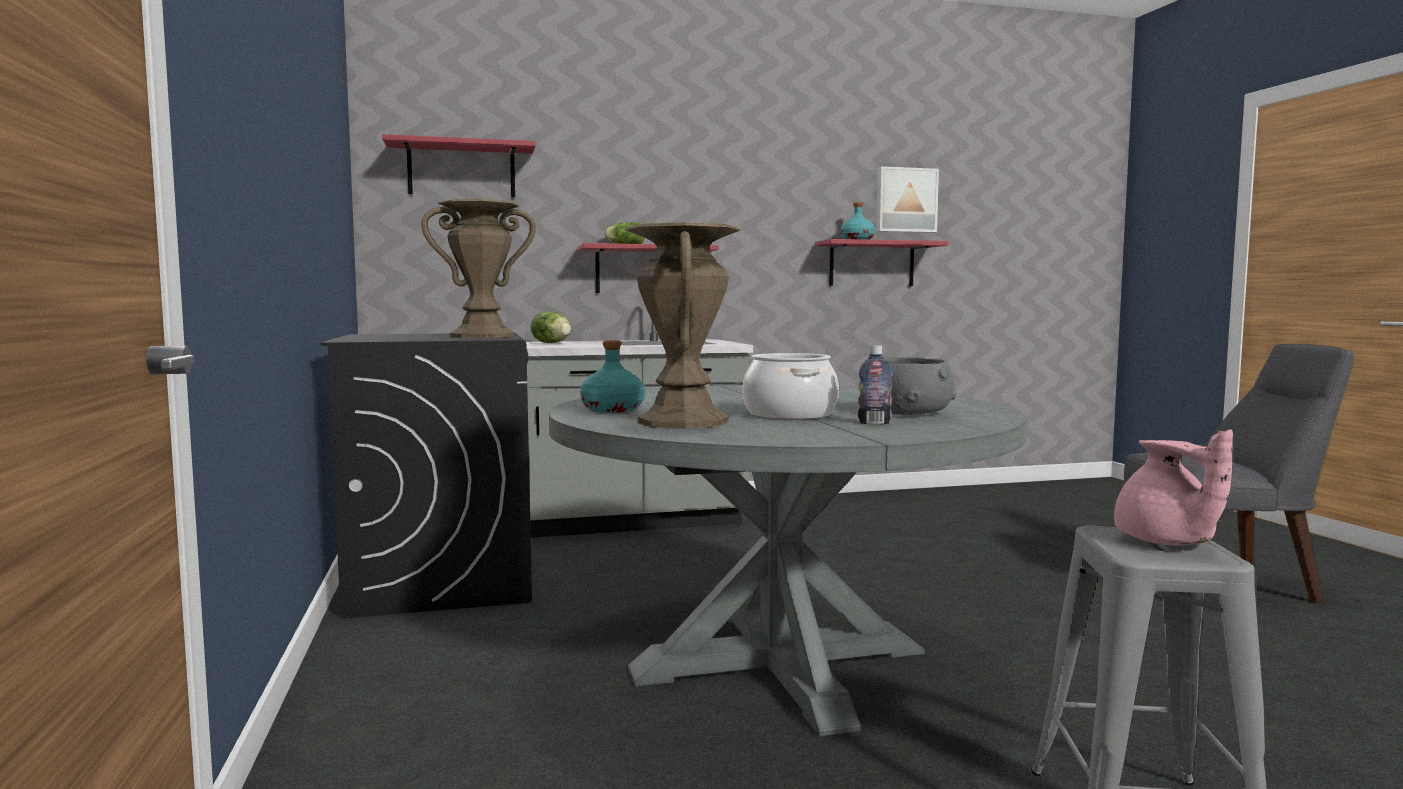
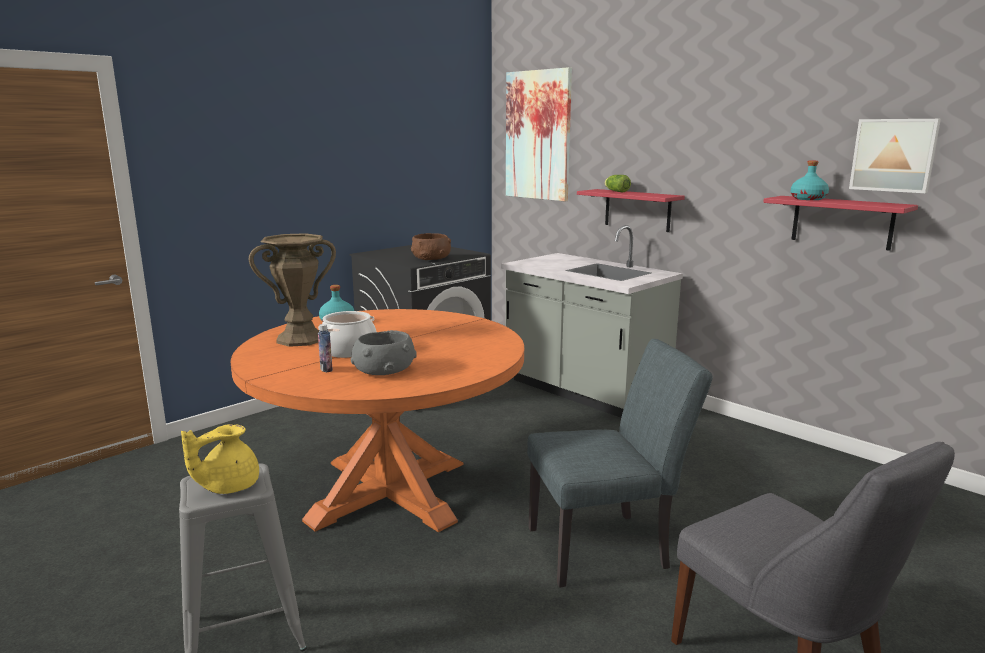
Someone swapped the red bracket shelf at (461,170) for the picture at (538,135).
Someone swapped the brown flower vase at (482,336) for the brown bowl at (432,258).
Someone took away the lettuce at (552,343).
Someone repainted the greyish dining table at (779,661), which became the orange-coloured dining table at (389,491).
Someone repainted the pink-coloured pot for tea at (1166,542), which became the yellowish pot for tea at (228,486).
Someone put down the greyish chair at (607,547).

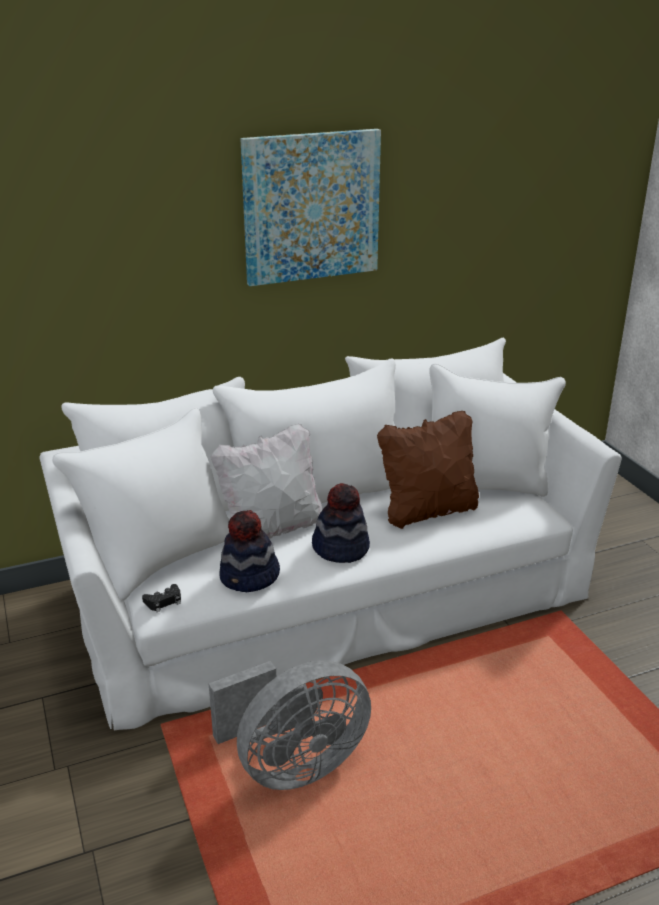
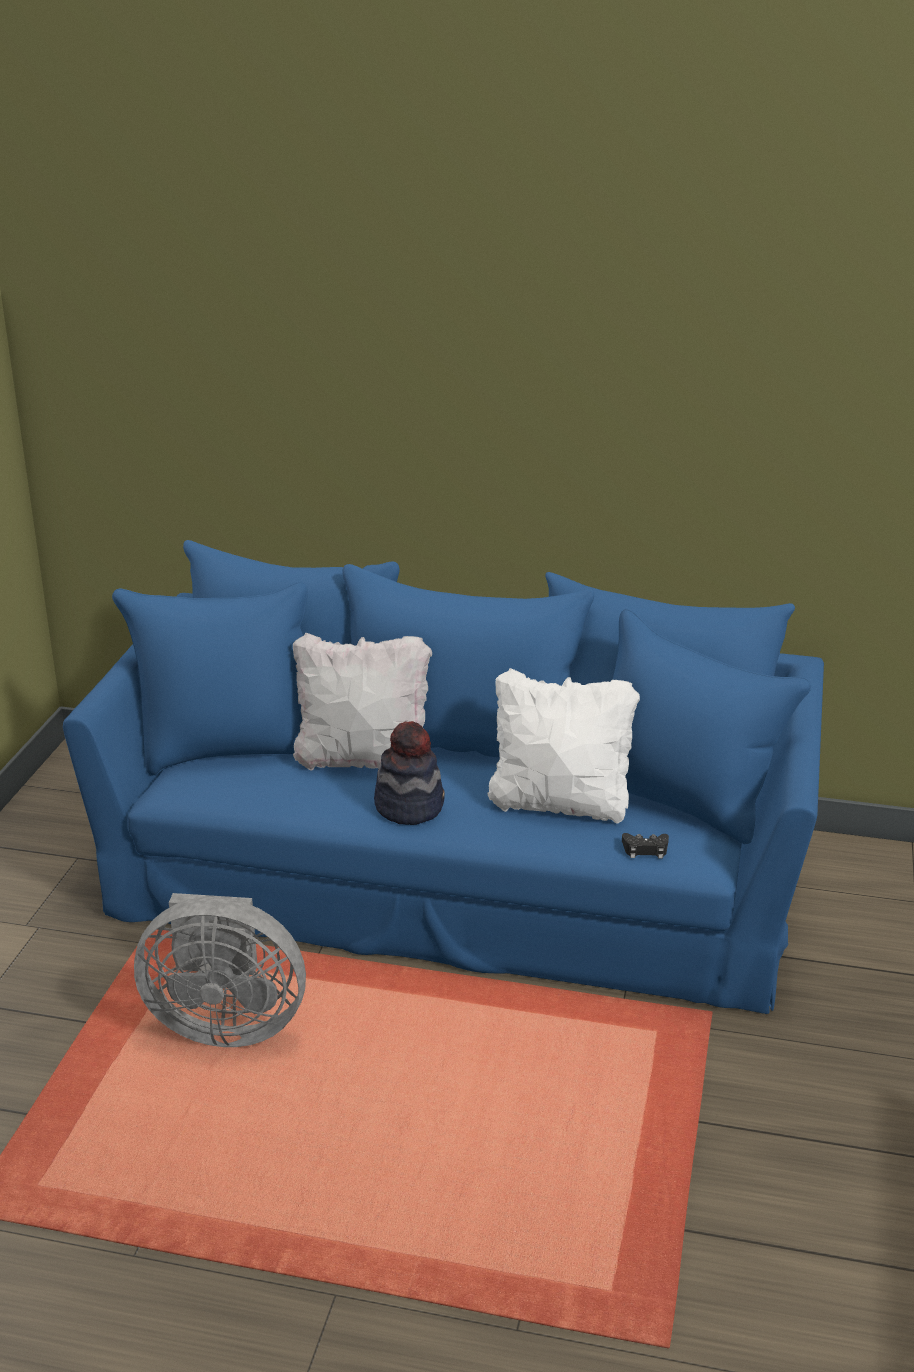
Someone repainted the whitish sofa at (330,592), which became the blue sofa at (457,876).
Someone carried the blackish joypad from (164,601) to (645,849).
Someone took away the wearable hat at (250,577).
Someone took away the picture at (311,207).
Someone repainted the brown throw pillow at (427,511), which became the whitish throw pillow at (560,804).

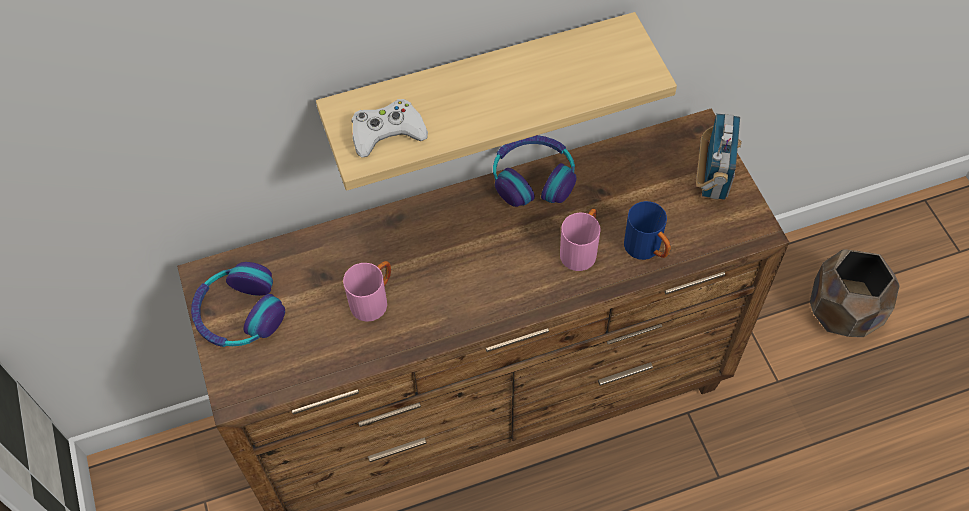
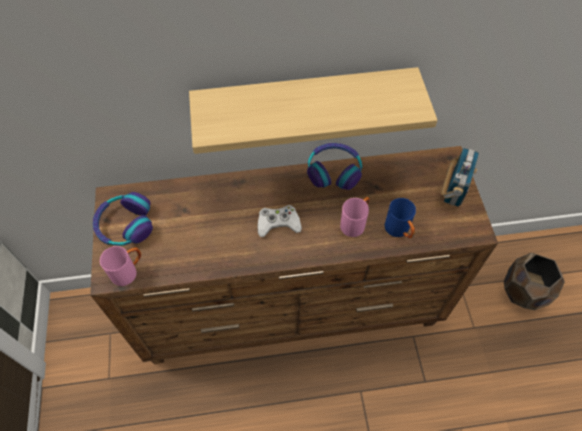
Someone carried the pink-coloured coffee mug from (374,300) to (128,271).
Someone carried the whitish joypad from (387,132) to (278,223).

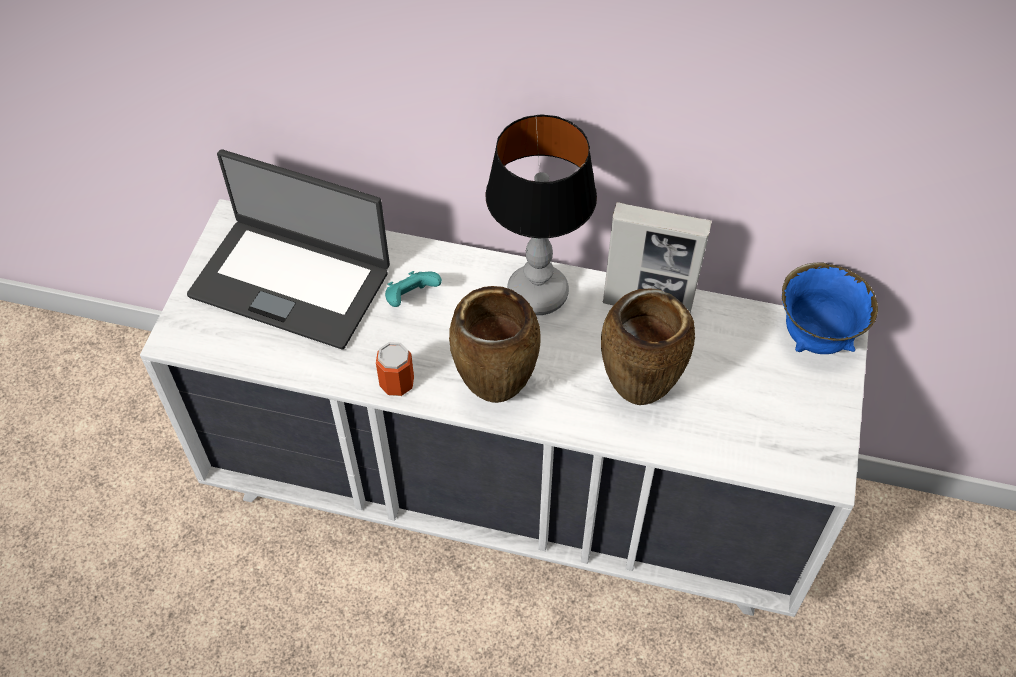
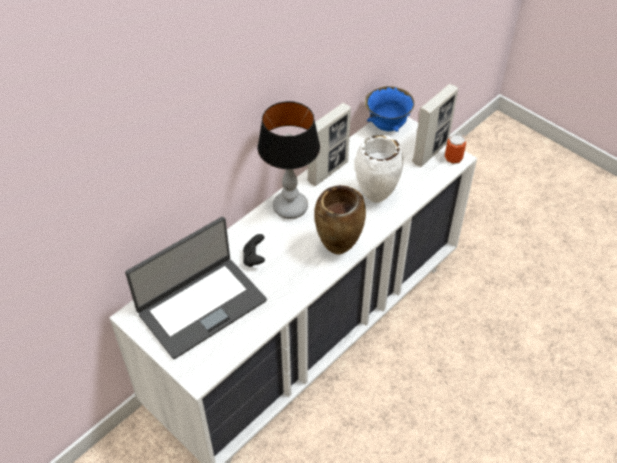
Someone carried the metal can from (397,383) to (453,158).
Someone repainted the turquoise joypad at (411,298), which became the blackish joypad at (254,258).
Someone repainted the brown flower vase at (638,393), which became the whitish flower vase at (375,198).
Someone put down the photo frame at (430,152).

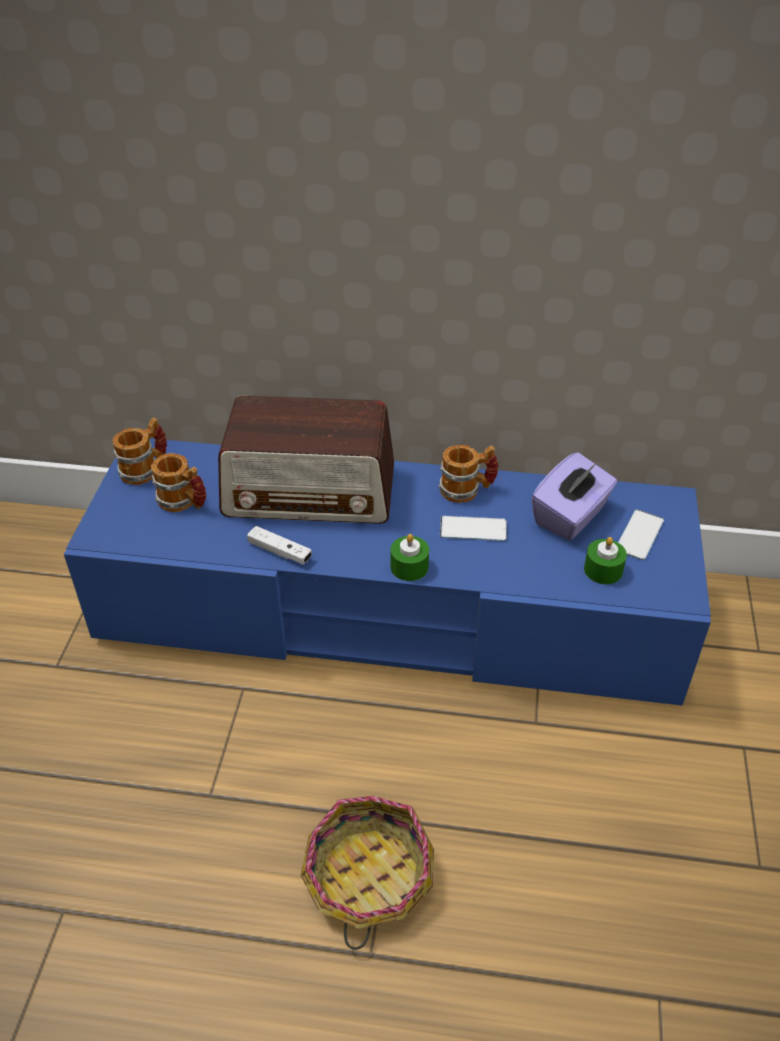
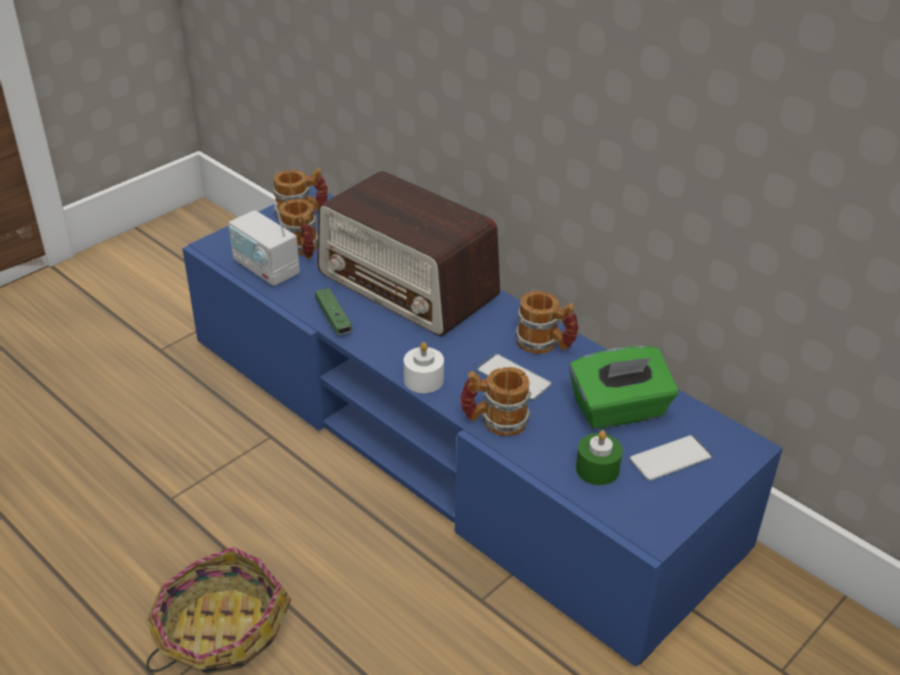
Someone repainted the whitish joypad at (280,552), which became the greenish joypad at (333,318).
Someone repainted the greenish wax light at (409,567), which became the whitish wax light at (423,380).
Someone repainted the purple tissue box at (571,516), which became the greenish tissue box at (619,410).
Someone put down the radio at (266,269).
Someone put down the coffee mug at (494,421).

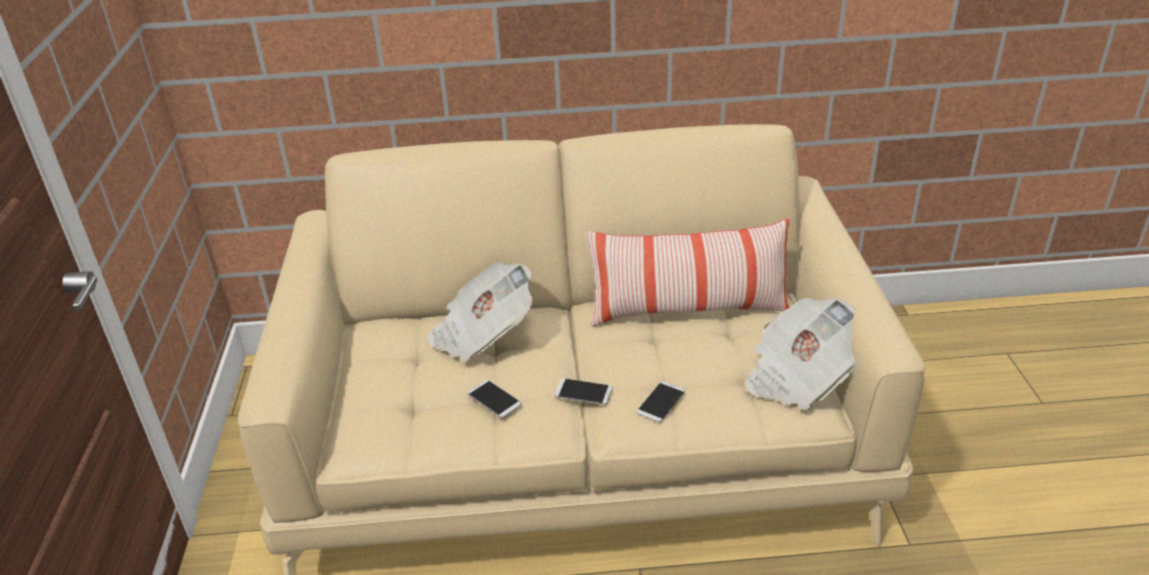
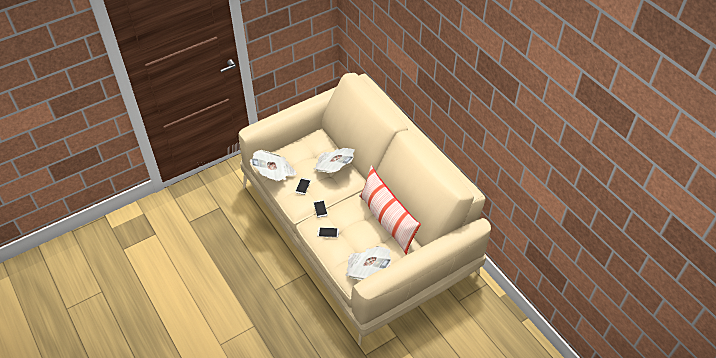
Someone put down the daily paper at (274,173).

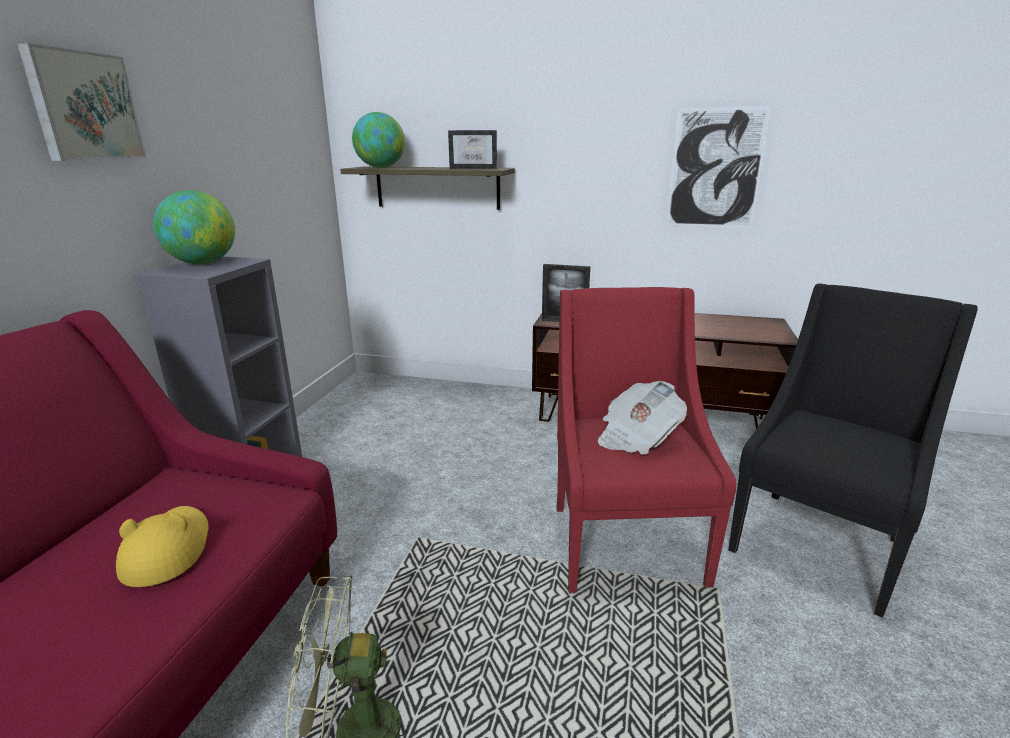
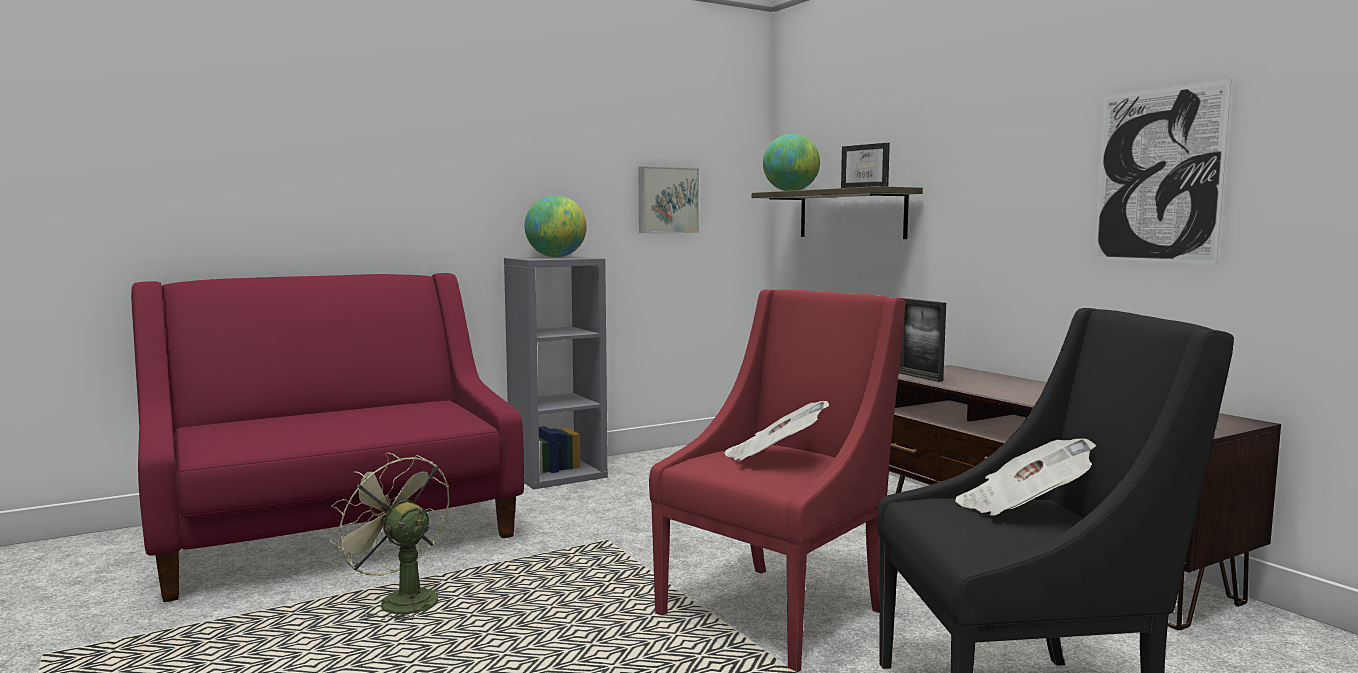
Someone carried the picture from (83,106) to (667,200).
Someone took away the yellowish wearable hat at (167,550).
Someone put down the daily paper at (1021,509).

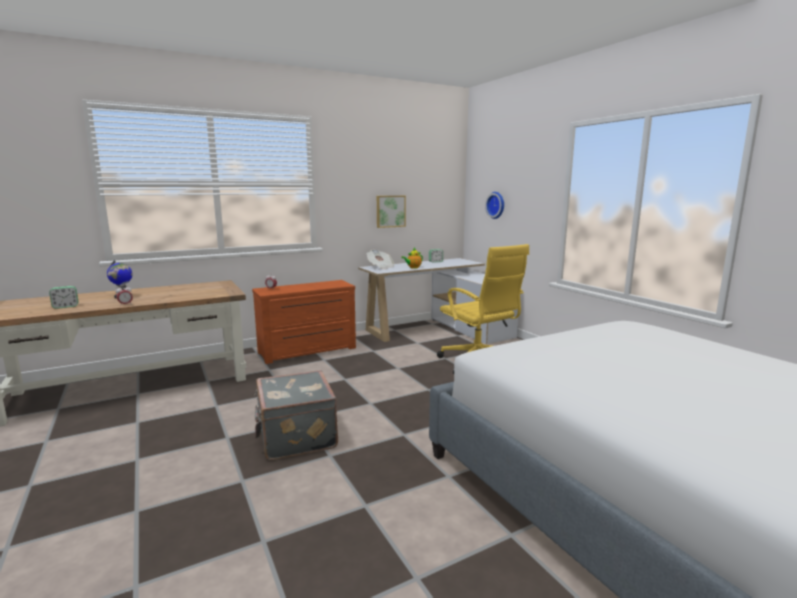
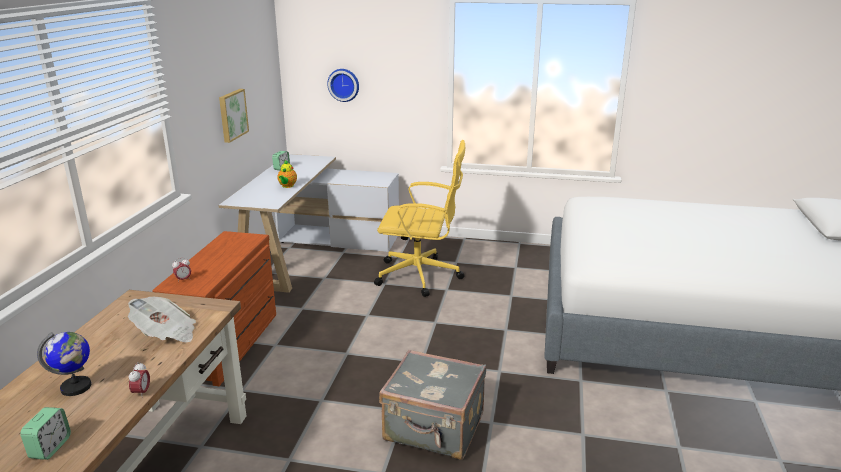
Someone carried the daily paper from (380,267) to (166,334).

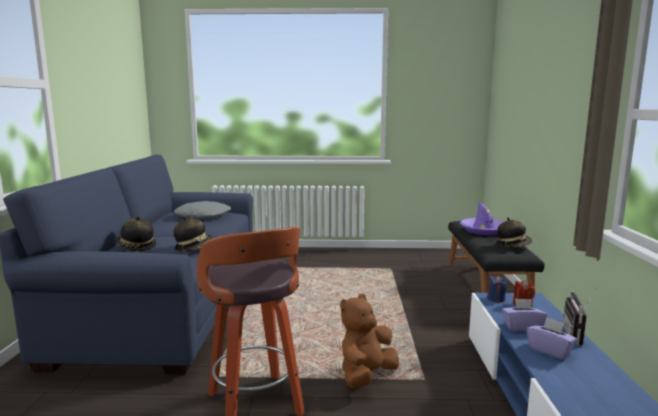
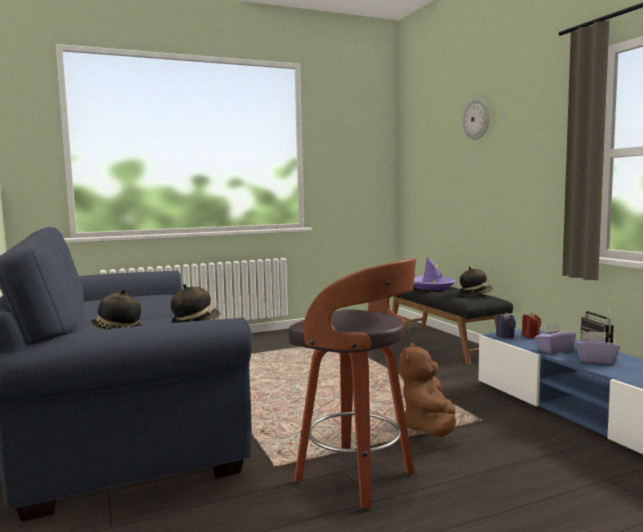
Someone took away the greyish throw pillow at (203,216).
Someone put up the clock on the wall at (477,119).

